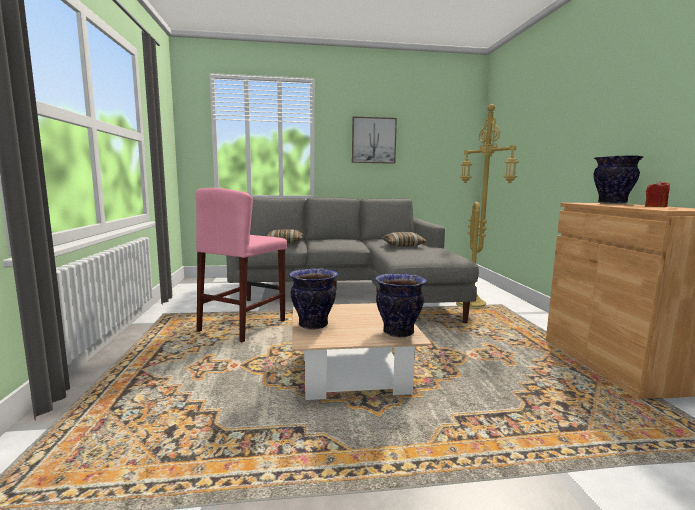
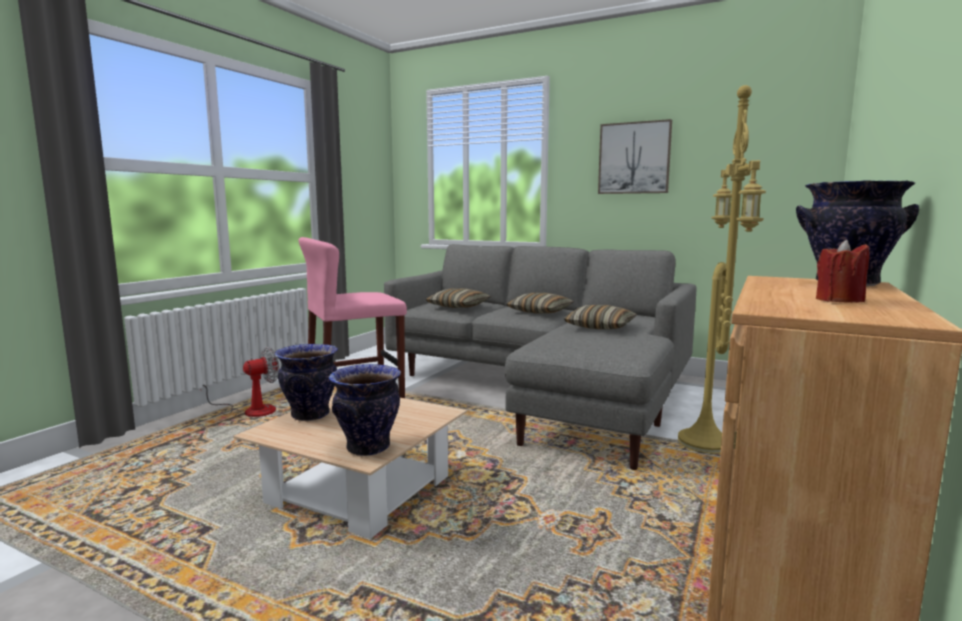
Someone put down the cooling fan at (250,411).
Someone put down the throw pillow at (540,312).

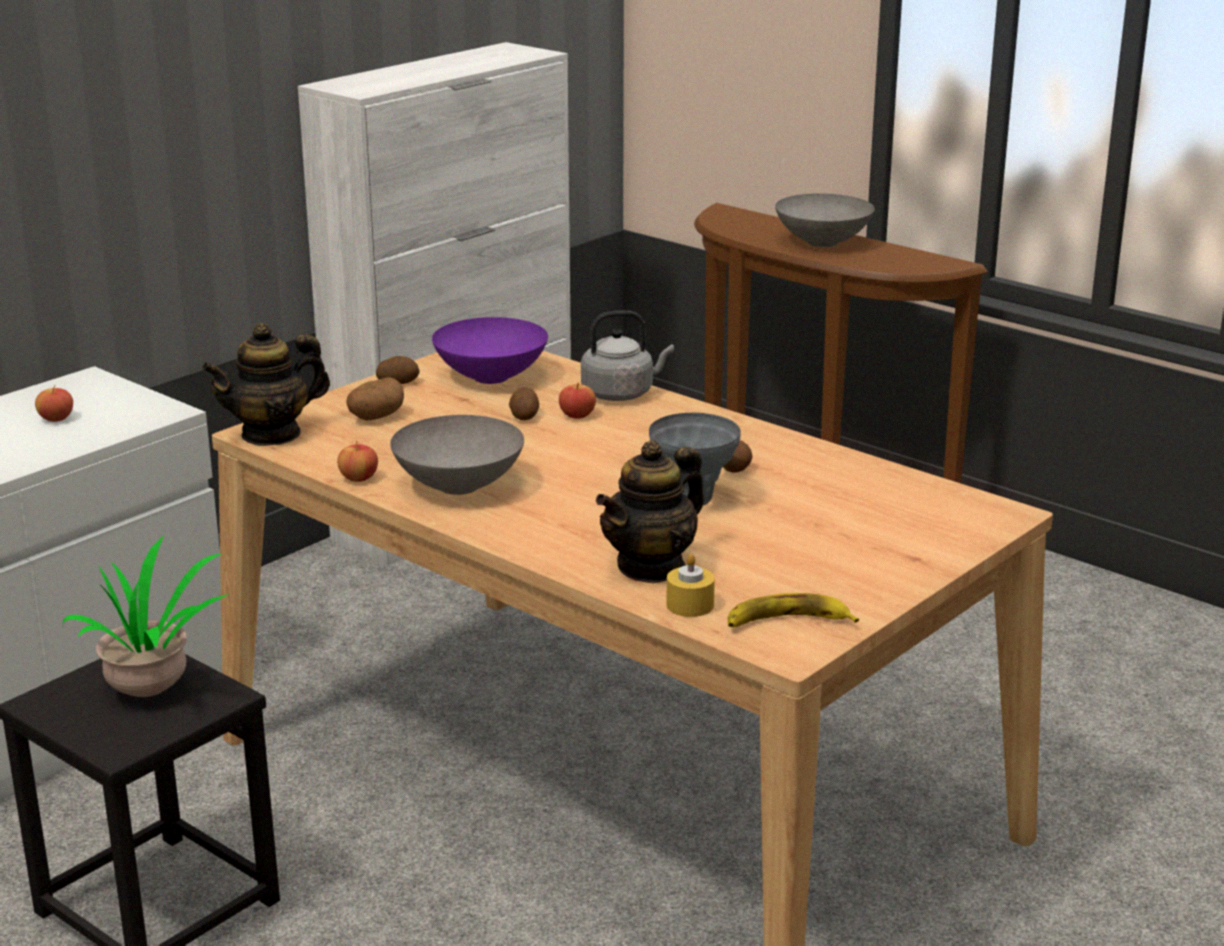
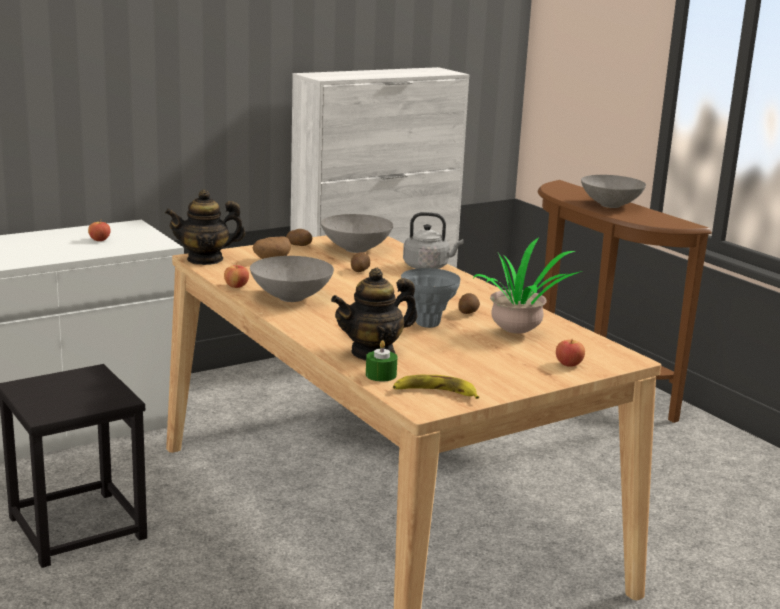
Someone carried the houseplant from (153,690) to (519,332).
Someone repainted the purple bowl at (492,377), which became the greyish bowl at (357,249).
Someone carried the apple from (577,415) to (569,364).
Someone repainted the yellowish wax light at (690,605), which became the greenish wax light at (381,375).

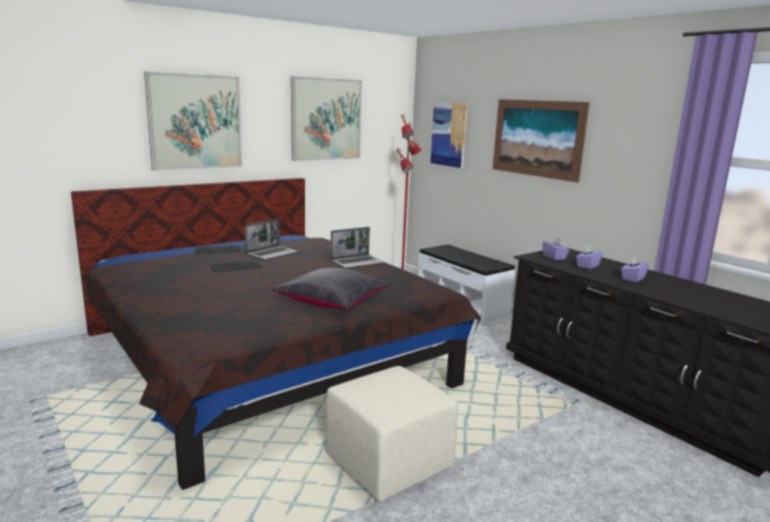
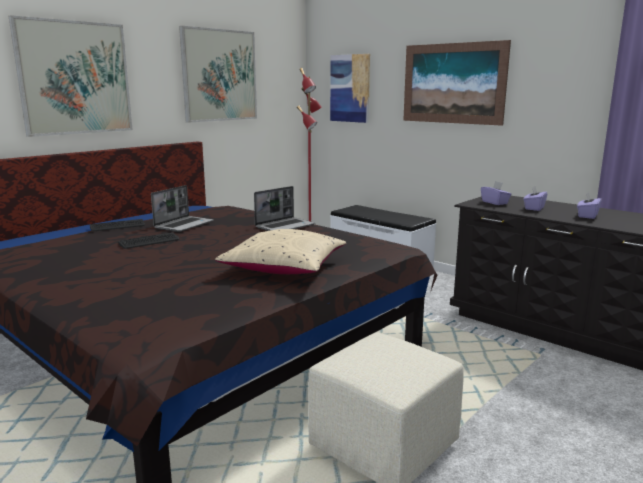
Someone repainted the blackish throw pillow at (332,301), which became the beige throw pillow at (284,268).

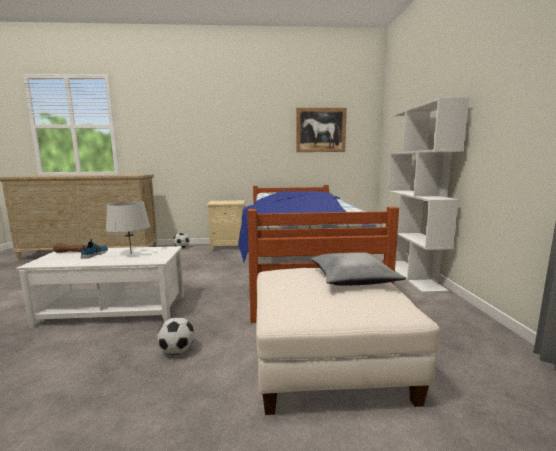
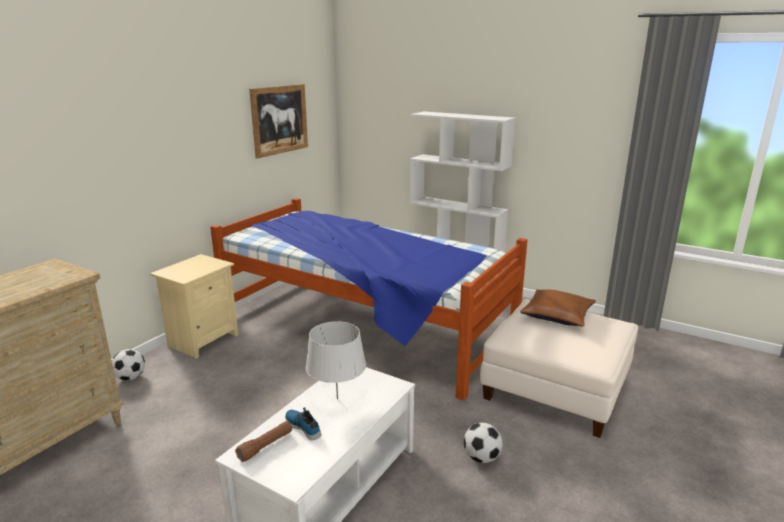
Someone repainted the greyish throw pillow at (353,279), which became the brown throw pillow at (557,315).

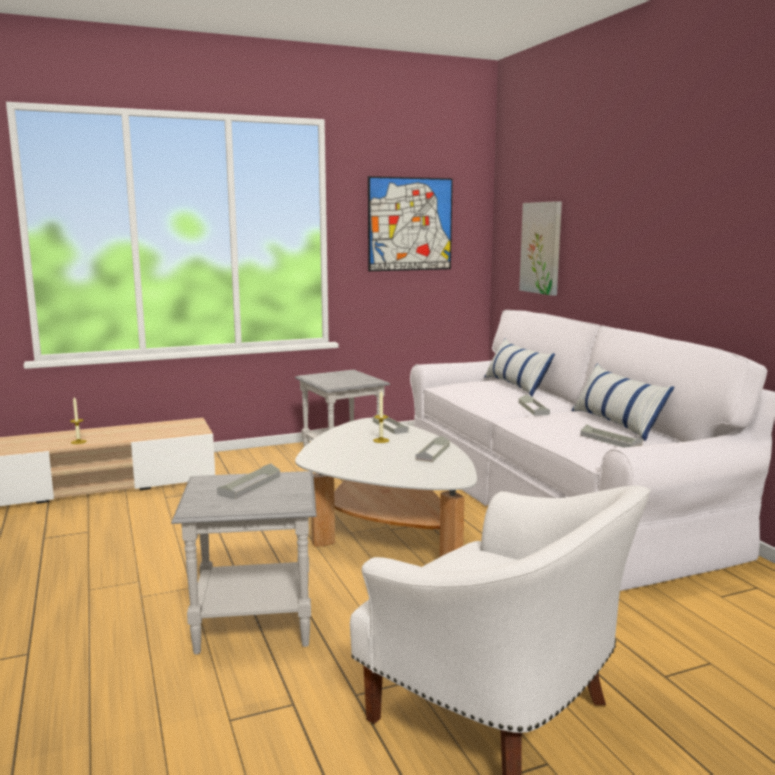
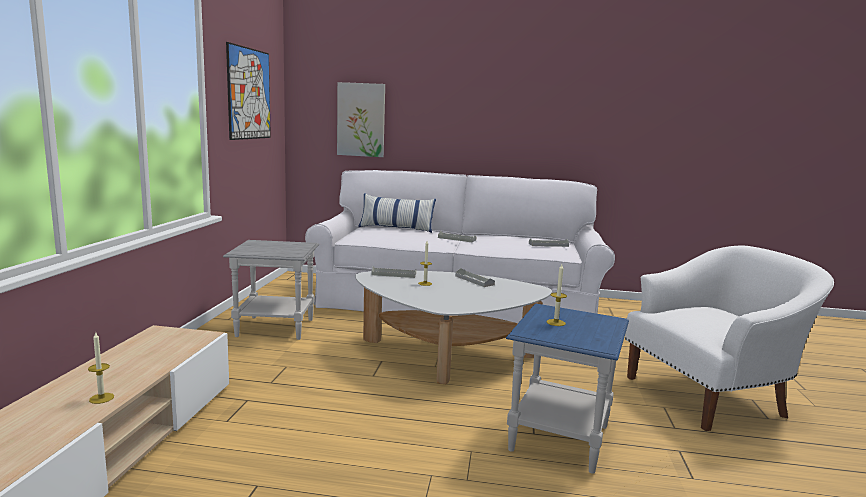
Someone repainted the greyish side table at (255,623), which became the blue side table at (559,437).
Someone swapped the greyish carrying tray at (249,485) for the wax light at (556,322).
Someone took away the throw pillow at (616,423).

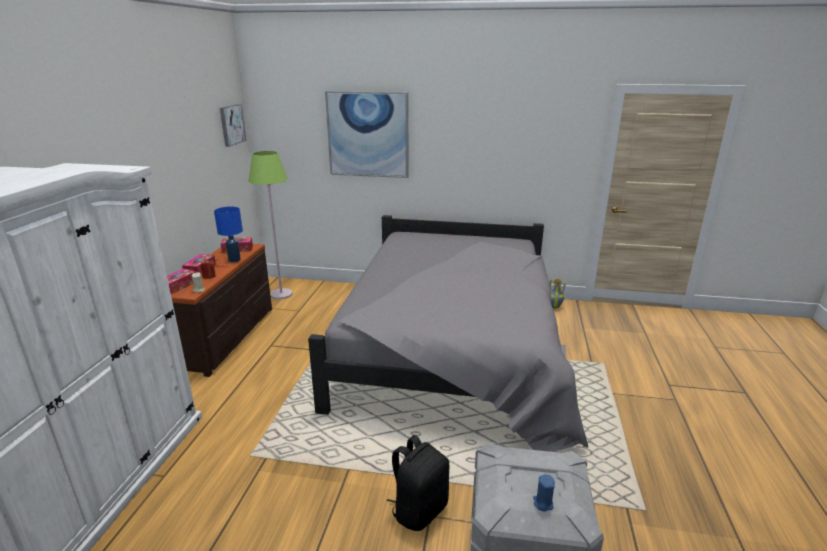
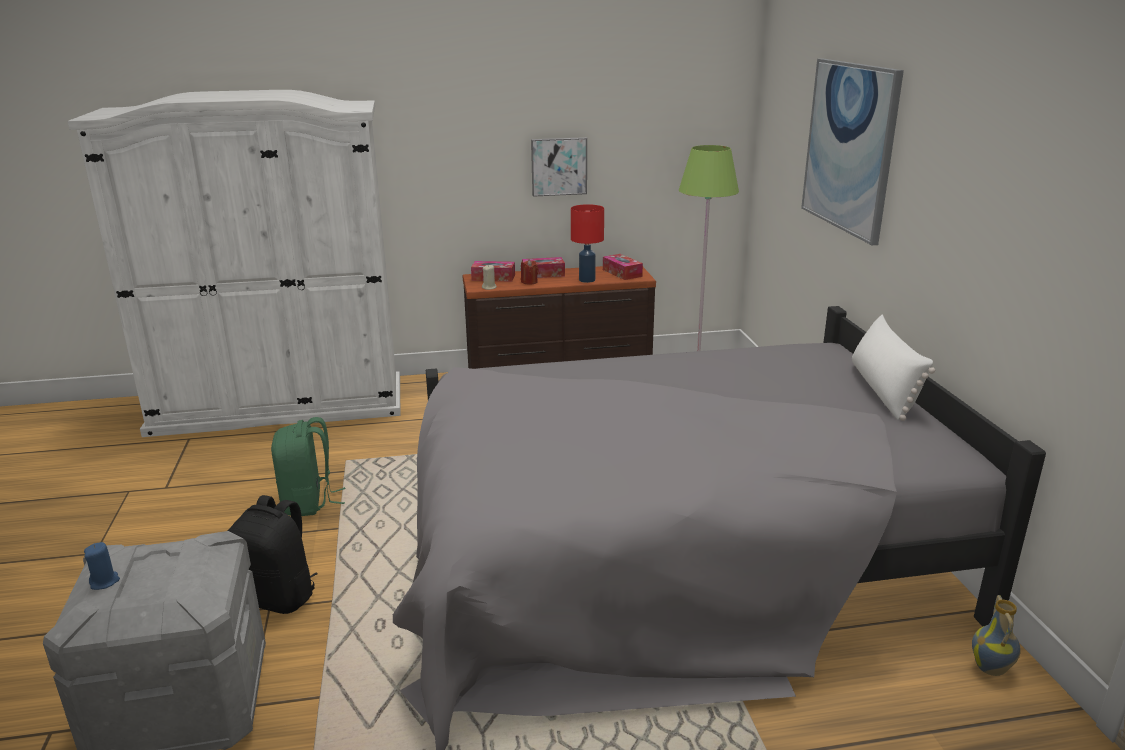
Someone repainted the blue tabletop lamp at (234,260), which became the red tabletop lamp at (586,280).
Someone carried the picture from (231,125) to (559,166).
Someone put down the greenish knapsack at (309,502).
Someone put down the whitish throw pillow at (883,391).

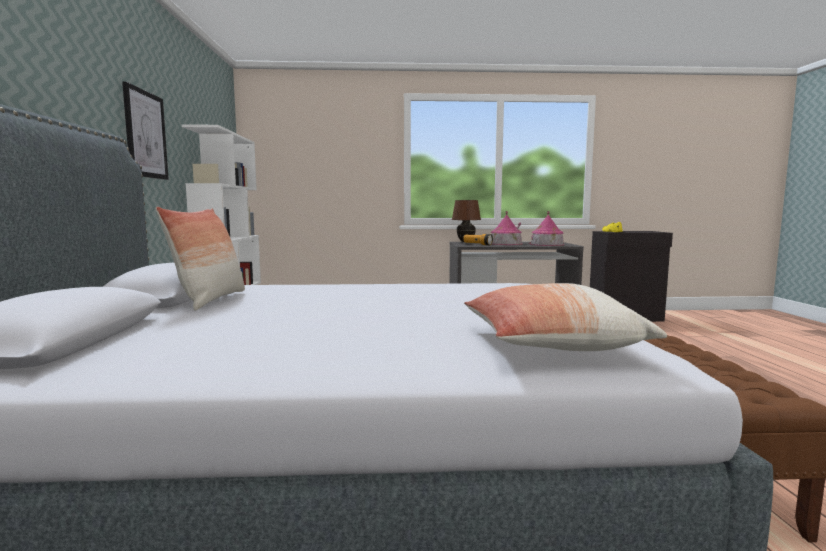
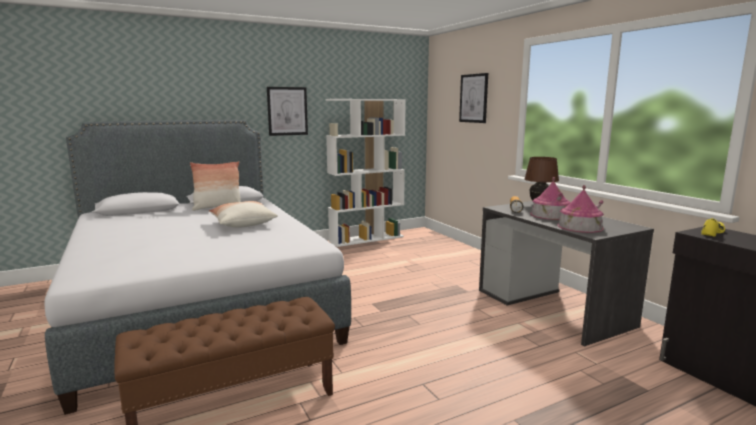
Someone carried the throw pillow from (549,345) to (242,224).
Someone put up the picture at (473,98).

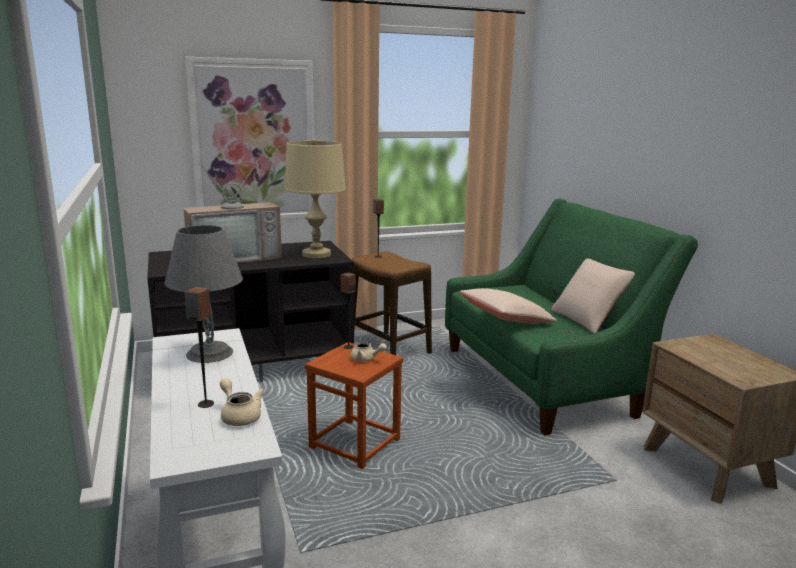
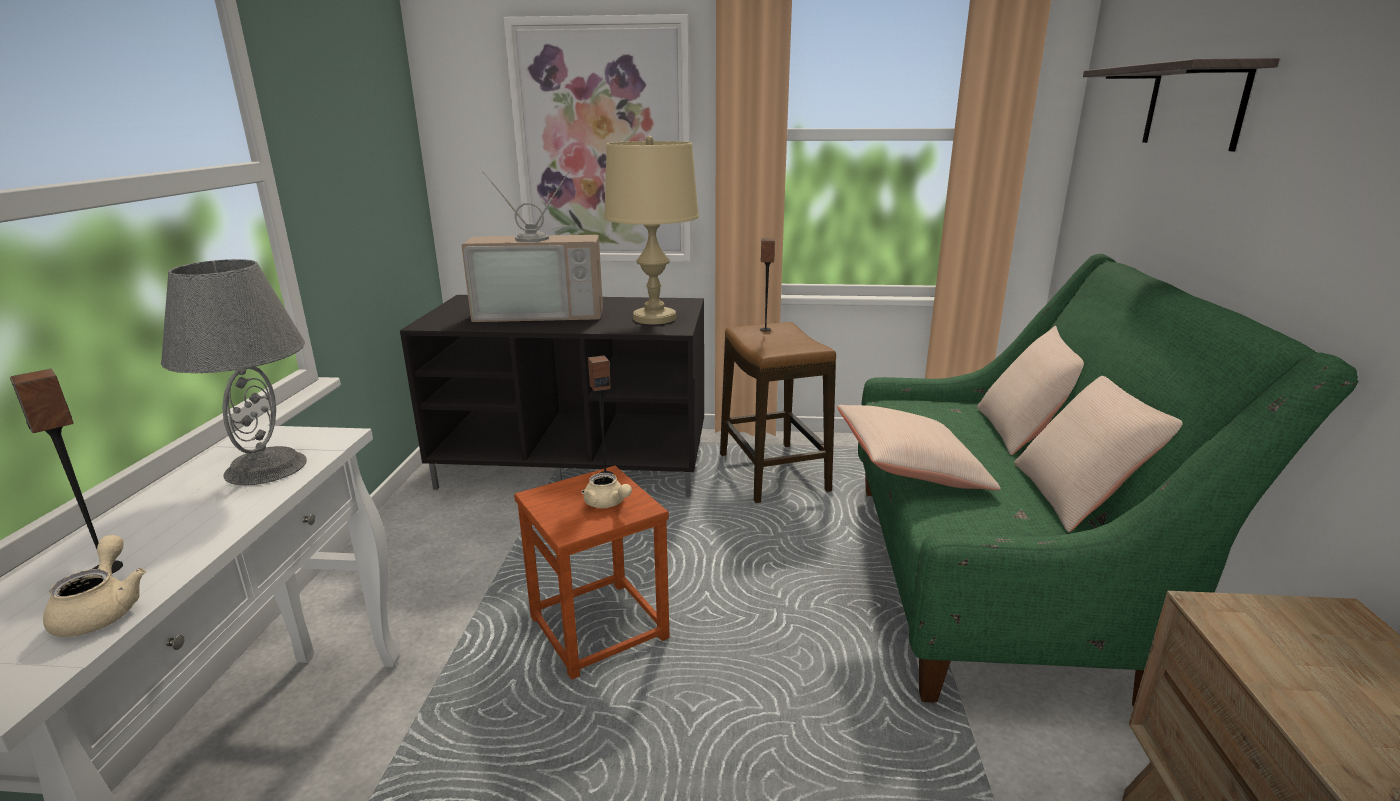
Someone put down the beige throw pillow at (1026,431).
Someone put up the bracket shelf at (1194,106).

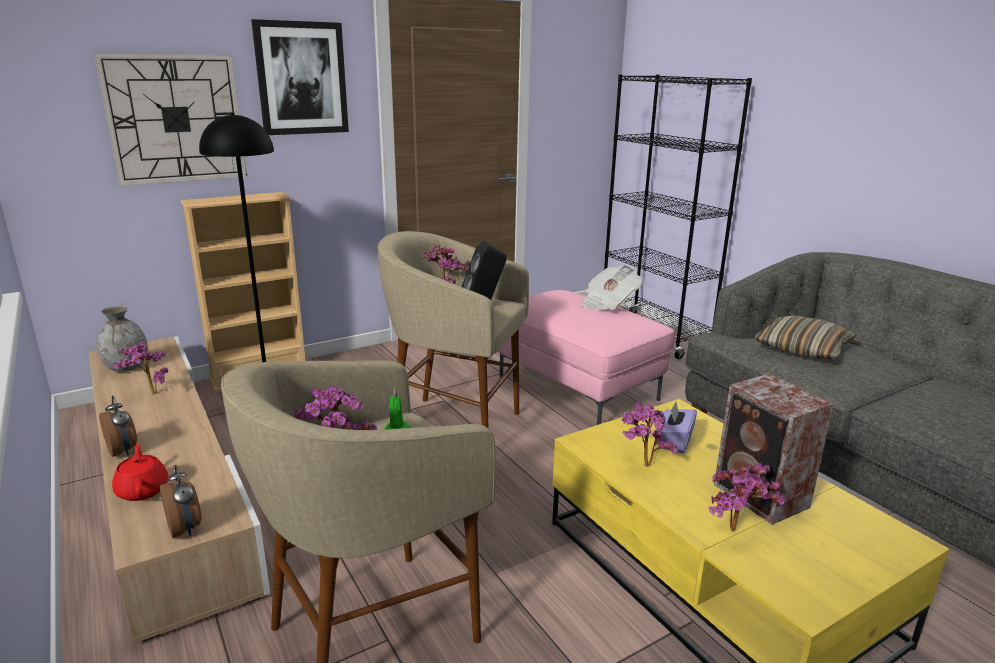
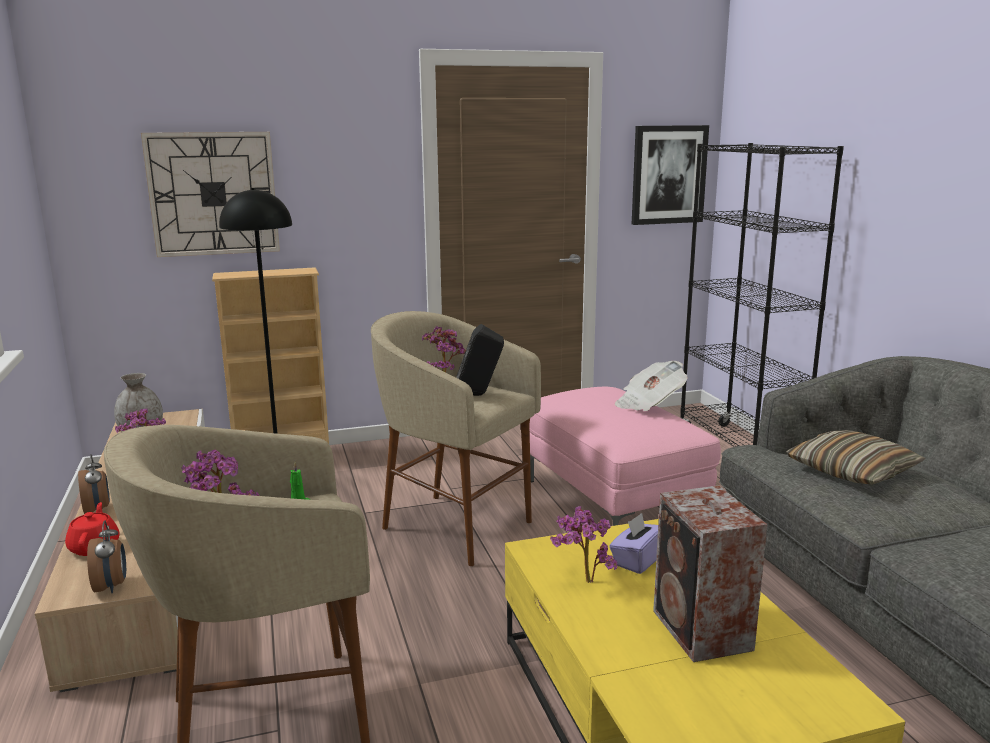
Someone carried the picture from (301,78) to (668,175).
Someone took away the houseplant at (736,533).

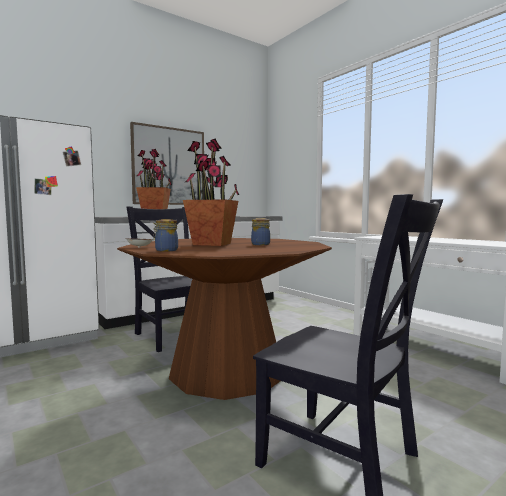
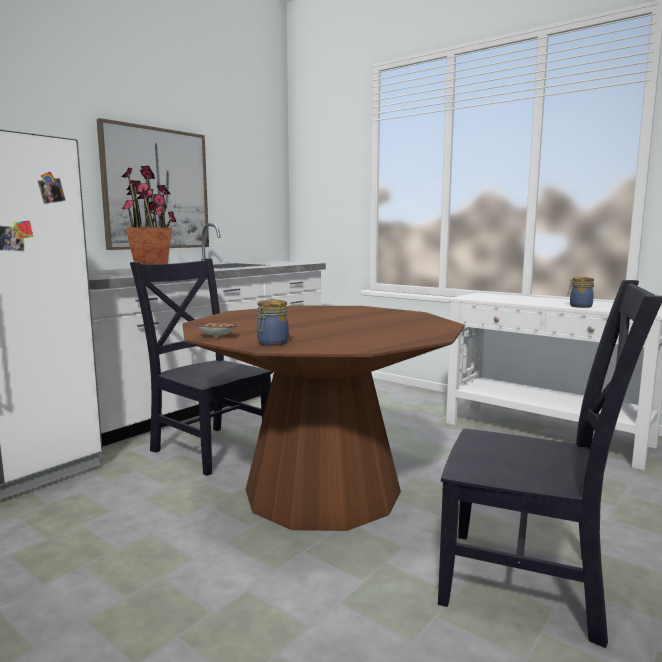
Someone took away the houseplant at (212,244).
Someone carried the jar from (260,244) to (579,306).

